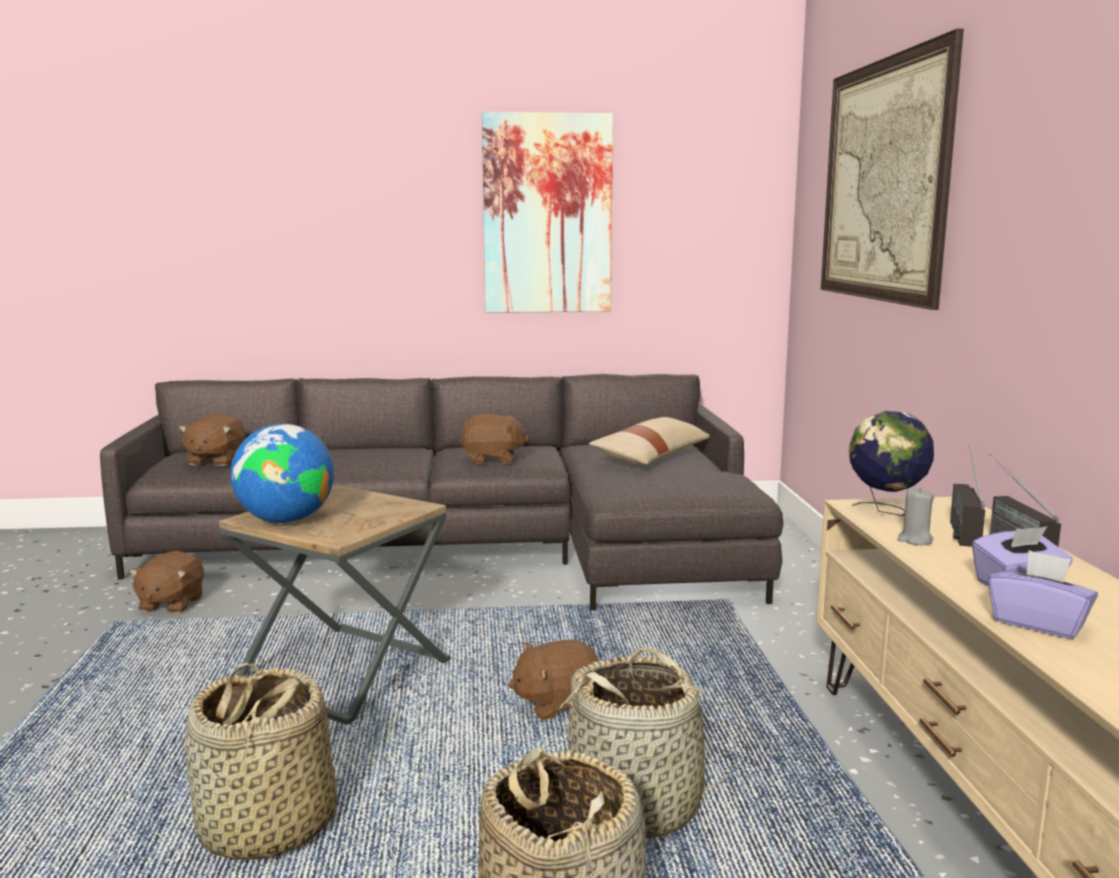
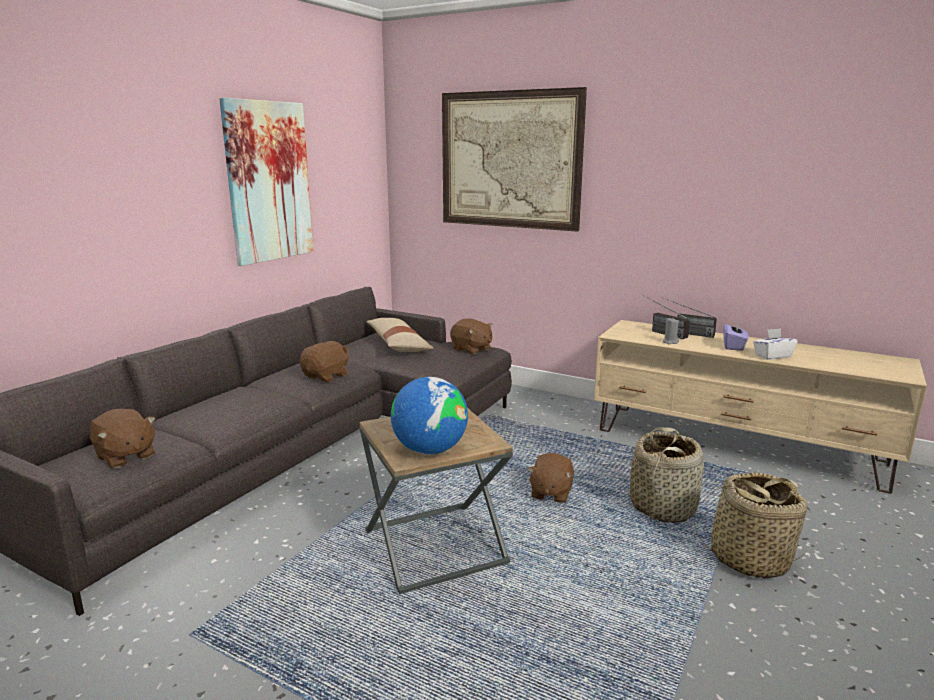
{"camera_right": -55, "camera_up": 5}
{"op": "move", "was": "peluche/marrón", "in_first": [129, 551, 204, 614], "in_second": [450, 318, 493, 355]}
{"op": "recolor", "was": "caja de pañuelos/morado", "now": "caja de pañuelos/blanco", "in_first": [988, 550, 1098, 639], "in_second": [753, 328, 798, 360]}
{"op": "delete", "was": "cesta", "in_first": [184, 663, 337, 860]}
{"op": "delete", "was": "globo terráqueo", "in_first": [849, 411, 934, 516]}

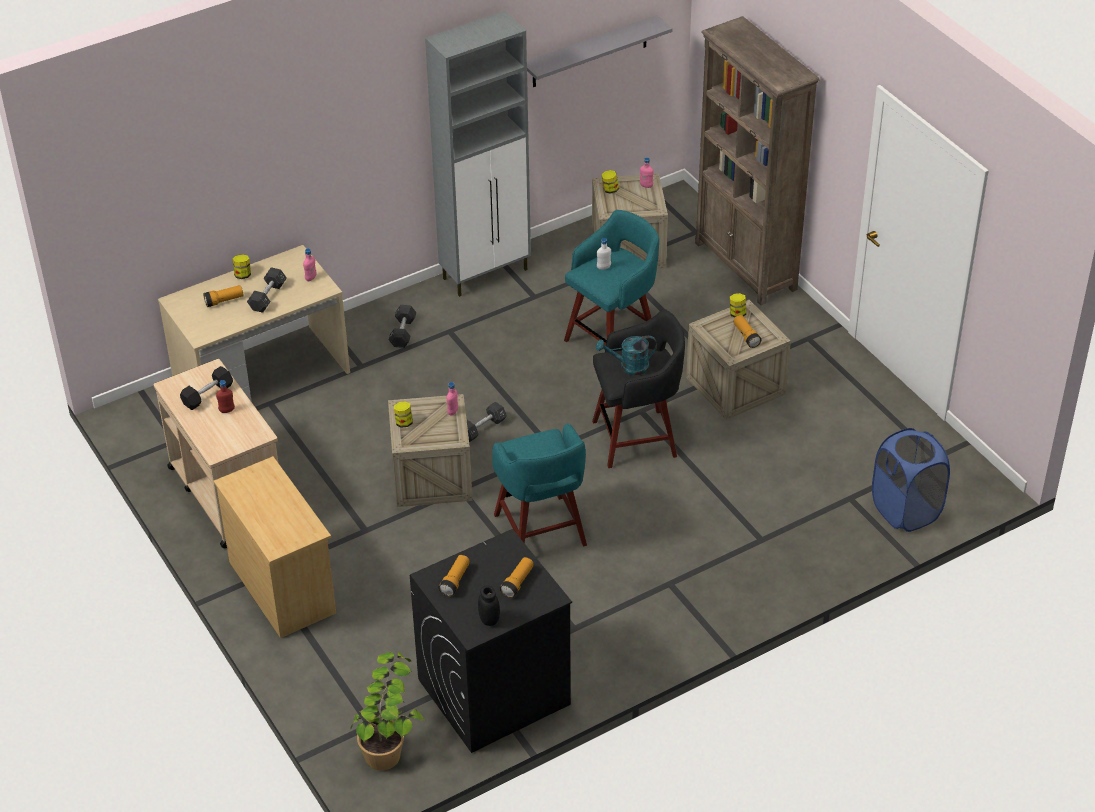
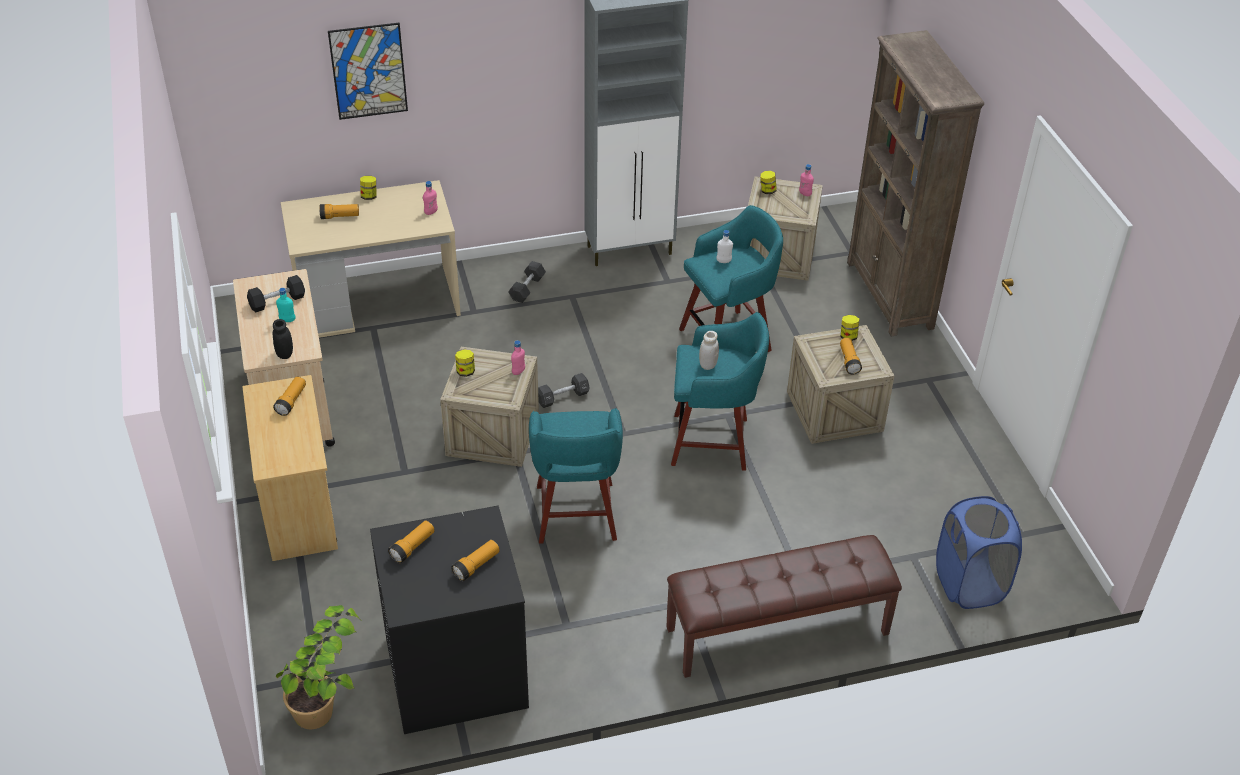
{"camera_right": 15, "camera_up": 0}
{"op": "move", "was": "tarro/negro", "in_first": [478, 585, 500, 626], "in_second": [273, 319, 293, 359]}
{"op": "insert", "now": "linterna", "in_second": [273, 377, 306, 416]}
{"op": "recolor", "was": "botella/rojo", "now": "botella/turquesa", "in_first": [216, 380, 235, 413], "in_second": [276, 288, 295, 322]}
{"op": "insert", "now": "cuadro", "in_second": [328, 23, 408, 120]}
{"op": "insert", "now": "banco/marrón", "in_second": [667, 535, 902, 678]}
{"op": "recolor", "was": "taburete/negro", "now": "taburete/turquesa", "in_first": [592, 309, 685, 468], "in_second": [671, 312, 769, 471]}
{"op": "replace", "was": "regadera/turquesa", "now": "tarro/blanco", "in_first": [596, 336, 657, 375], "in_second": [699, 331, 719, 370]}
{"op": "delete", "was": "mancuerna/negro", "in_first": [247, 267, 287, 313]}
{"op": "delete", "was": "estante/gris", "in_first": [527, 15, 673, 87]}

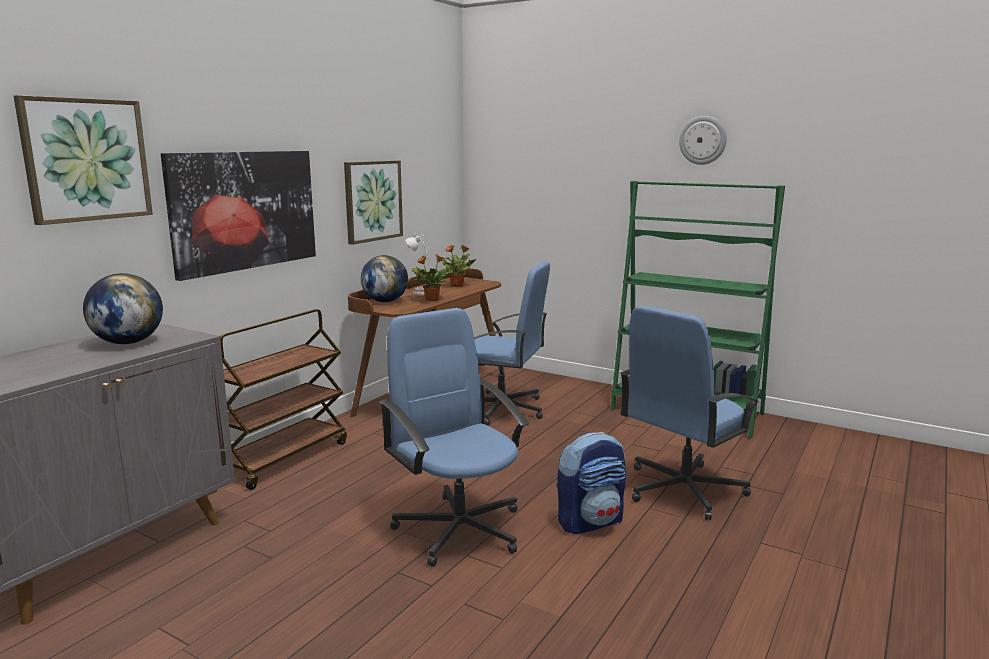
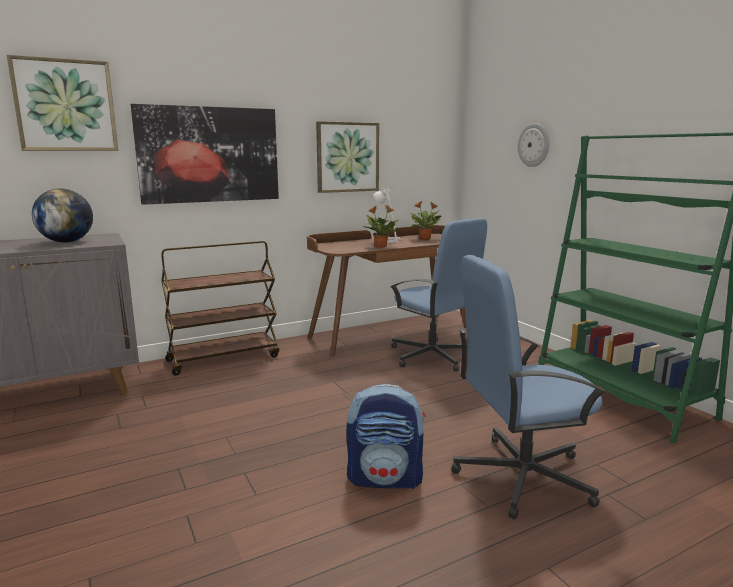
{"camera_right": 30, "camera_up": 0}
{"op": "move", "was": "reloj de pared", "in_first": [679, 116, 727, 165], "in_second": [518, 123, 549, 167]}
{"op": "delete", "was": "globo terráqueo", "in_first": [361, 255, 408, 302]}
{"op": "delete", "was": "silla de oficina/azul", "in_first": [379, 308, 529, 567]}

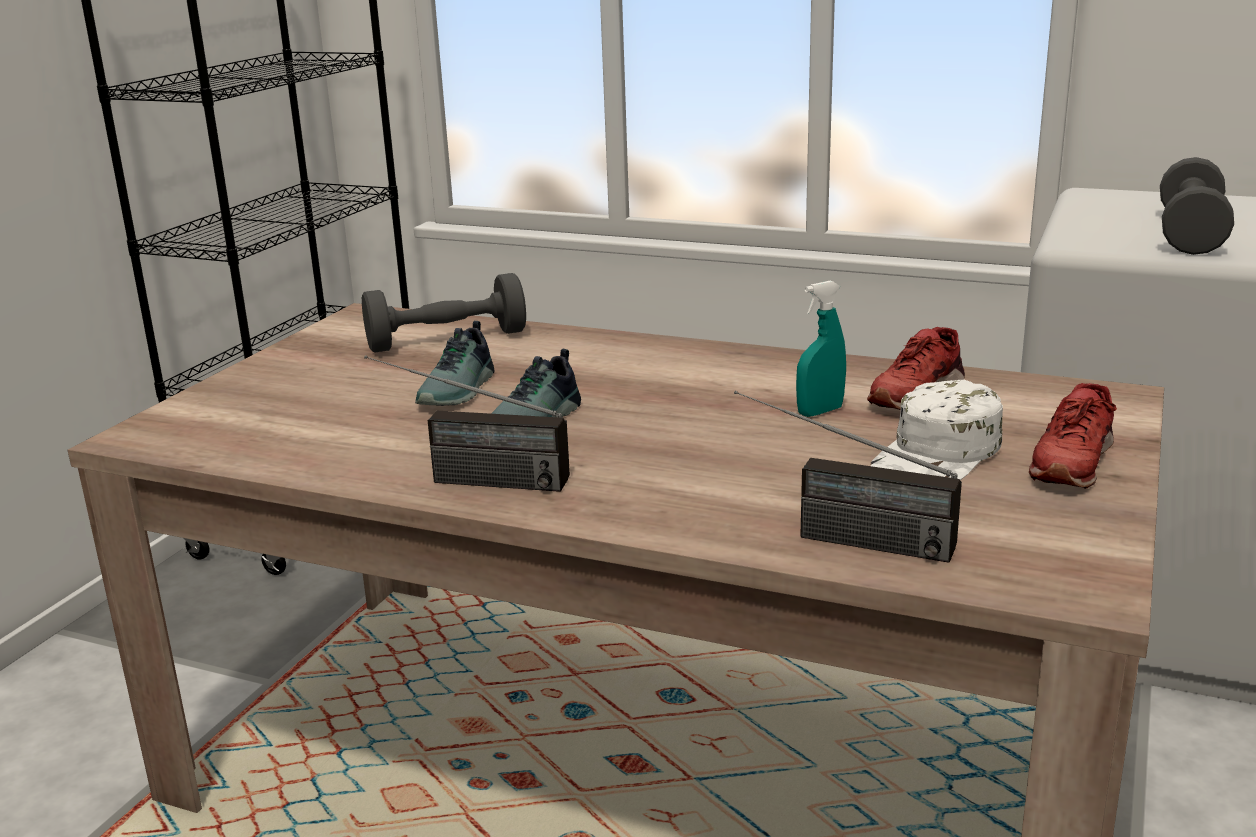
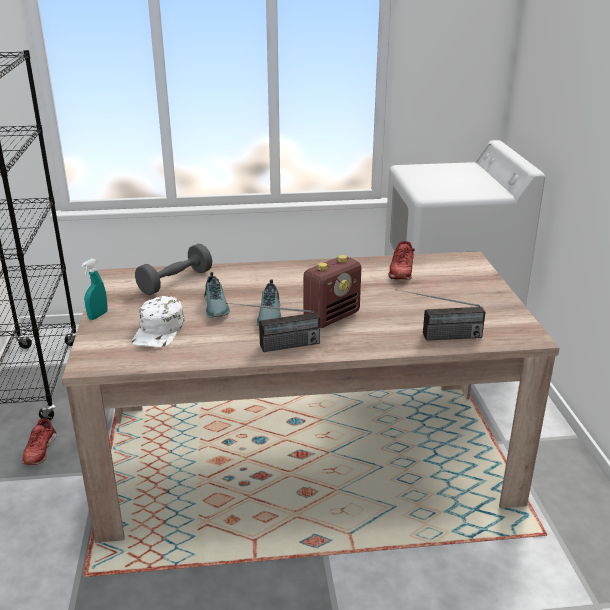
{"camera_right": -30, "camera_up": 5}
{"op": "move", "was": "zapato/rojo", "in_first": [1029, 383, 1117, 489], "in_second": [22, 418, 57, 465]}
{"op": "move", "was": "pulverizador/turquesa", "in_first": [796, 281, 846, 417], "in_second": [82, 259, 108, 320]}
{"op": "move", "was": "gorra/blanco", "in_first": [871, 380, 1003, 480], "in_second": [132, 296, 184, 347]}
{"op": "insert", "now": "radio", "in_second": [303, 255, 361, 328]}
{"op": "delete", "was": "mancuerna/gris", "in_first": [1160, 157, 1234, 255]}

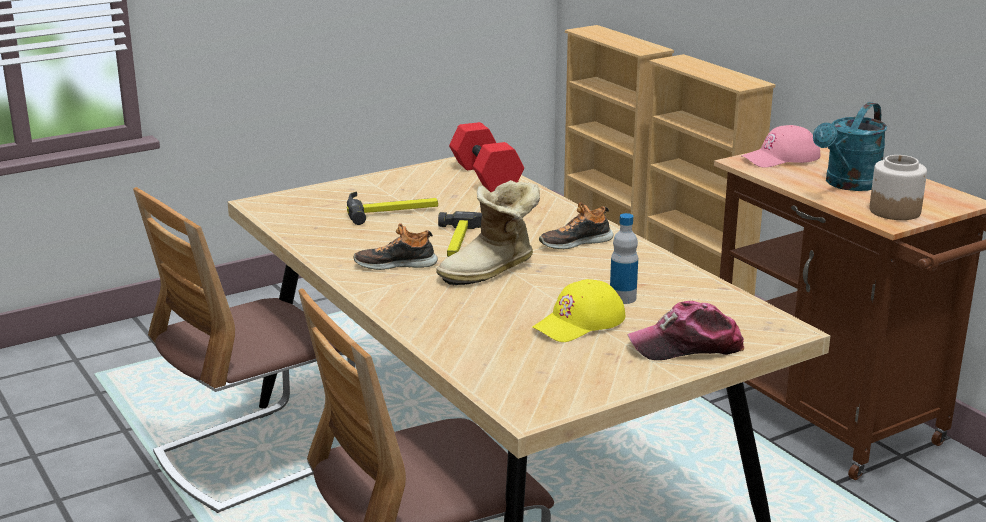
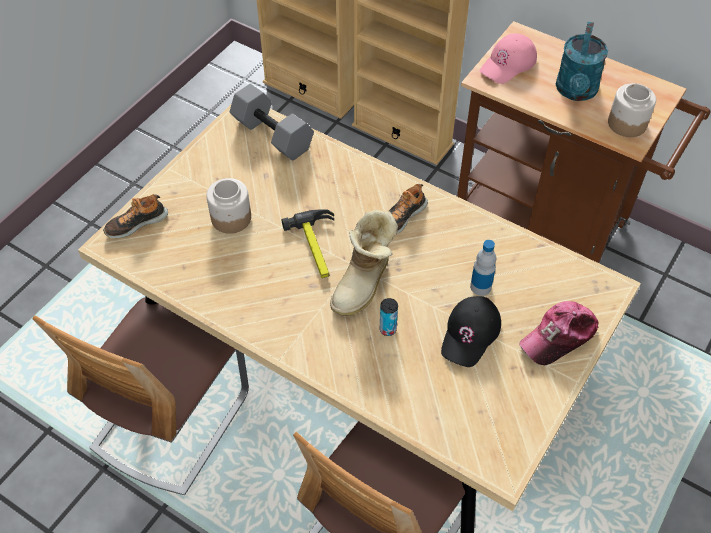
{"camera_right": -25, "camera_up": 30}
{"op": "move", "was": "zapato", "in_first": [354, 223, 438, 270], "in_second": [103, 194, 168, 238]}
{"op": "replace", "was": "martillo", "now": "tarro", "in_first": [347, 191, 438, 225], "in_second": [206, 178, 251, 234]}
{"op": "recolor", "was": "mancuerna/rojo", "now": "mancuerna/gris", "in_first": [449, 122, 524, 193], "in_second": [230, 84, 314, 161]}
{"op": "insert", "now": "lata", "in_second": [380, 298, 398, 336]}
{"op": "recolor", "was": "gorra/amarillo", "now": "gorra/negro", "in_first": [532, 279, 625, 342], "in_second": [441, 296, 501, 367]}

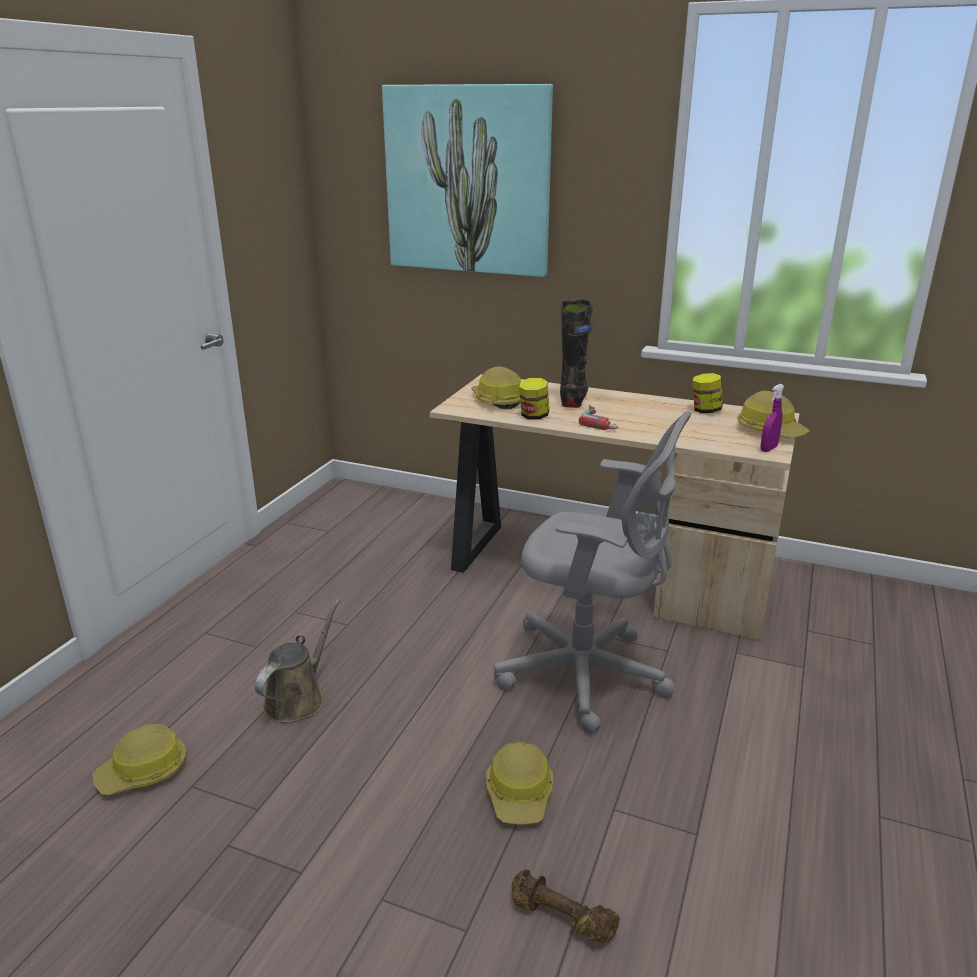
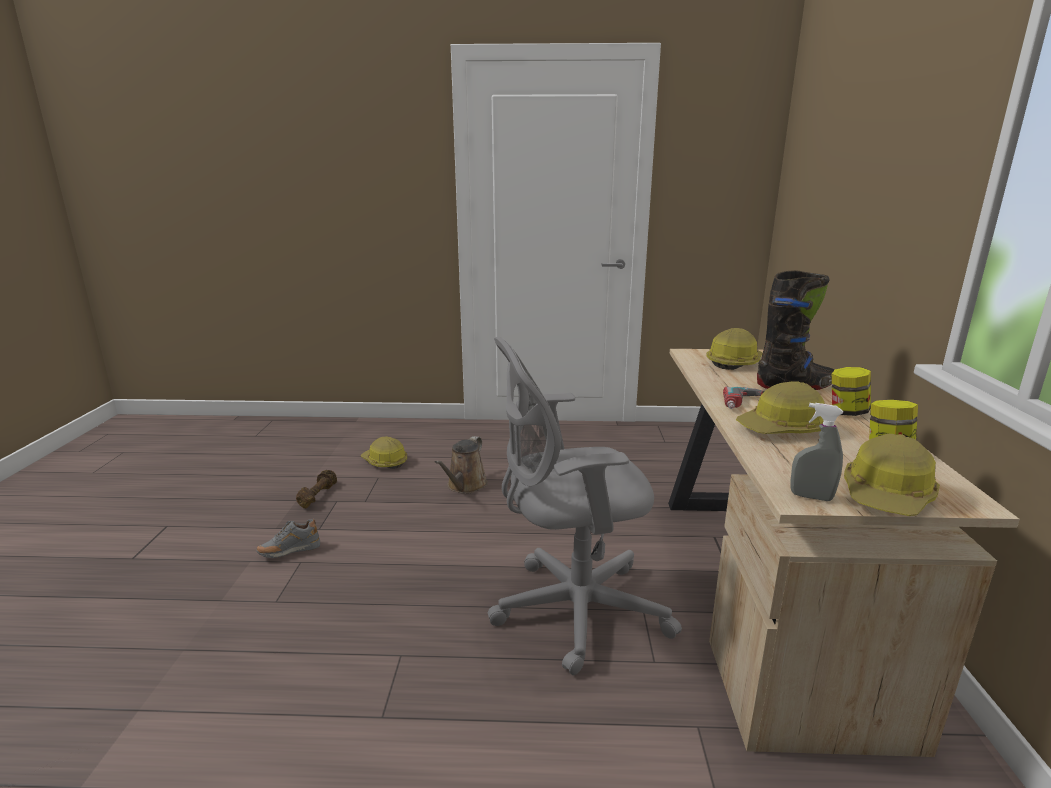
{"camera_right": 70, "camera_up": -5}
{"op": "insert", "now": "zapato/gris", "in_second": [256, 518, 320, 558]}
{"op": "move", "was": "mancuerna/marrón", "in_first": [512, 869, 620, 943], "in_second": [296, 470, 337, 508]}
{"op": "rotate", "was": "regadera/marrón", "in_first": [255, 599, 340, 723], "in_second": [435, 436, 488, 494], "clockwise": 105}
{"op": "rotate", "was": "silla de oficina/gris", "in_first": [494, 411, 692, 734], "in_second": [488, 336, 682, 675], "clockwise": 75}
{"op": "move", "was": "casco", "in_first": [486, 742, 553, 825], "in_second": [736, 381, 825, 434]}
{"op": "recolor", "was": "pulverizador/morado", "now": "pulverizador/gris", "in_first": [761, 384, 784, 452], "in_second": [790, 403, 843, 501]}
{"op": "move", "was": "tarro", "in_first": [519, 378, 549, 420], "in_second": [832, 367, 871, 416]}
{"op": "delete", "was": "cuadro", "in_first": [382, 84, 553, 277]}

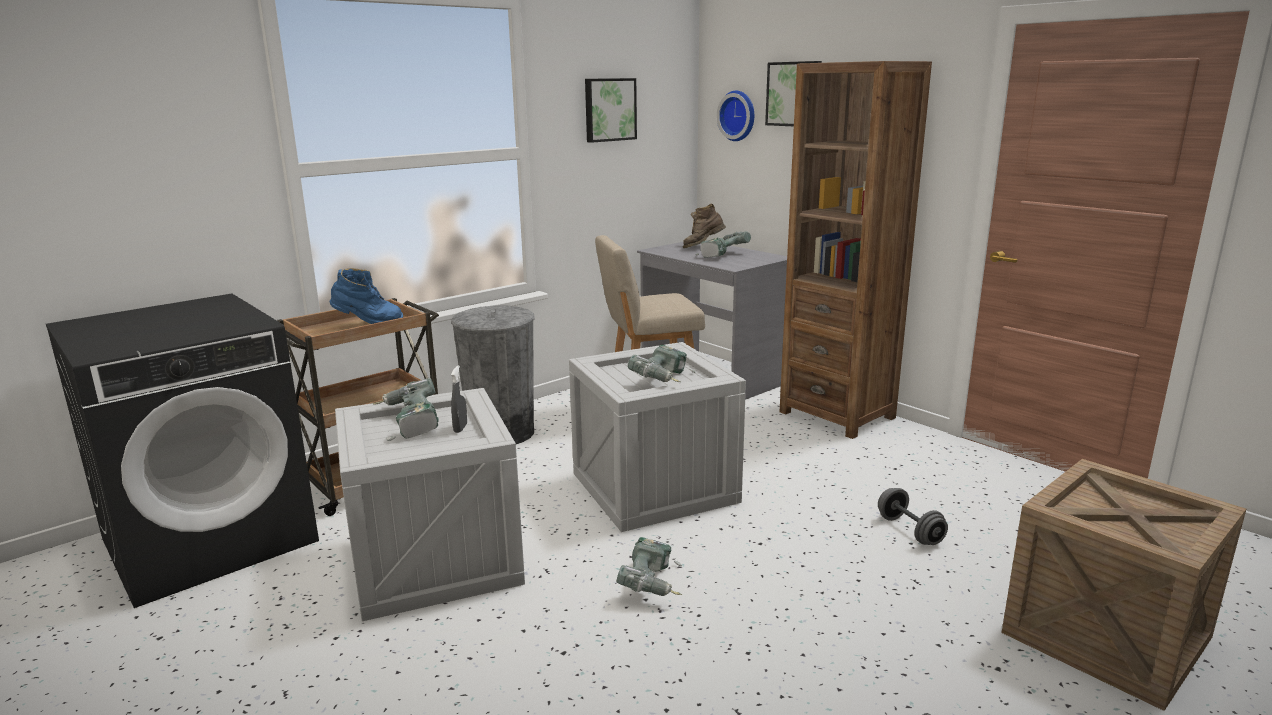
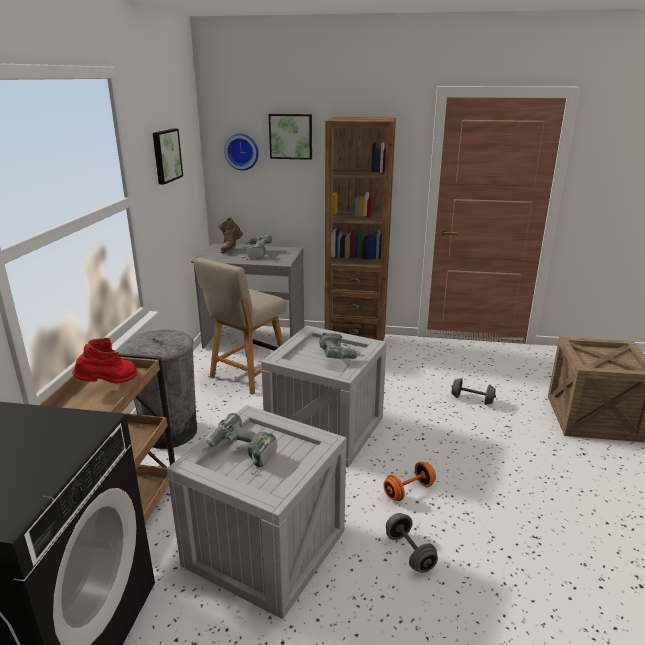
{"camera_right": -40, "camera_up": 5}
{"op": "recolor", "was": "bota/azul", "now": "bota/rojo", "in_first": [330, 268, 403, 324], "in_second": [72, 338, 137, 384]}
{"op": "replace", "was": "taladro", "now": "mancuerna/naranja", "in_first": [616, 537, 682, 596], "in_second": [383, 462, 436, 501]}
{"op": "insert", "now": "mancuerna/gris", "in_second": [386, 513, 438, 573]}
{"op": "delete", "was": "pulverizador/gris", "in_first": [451, 365, 467, 433]}

